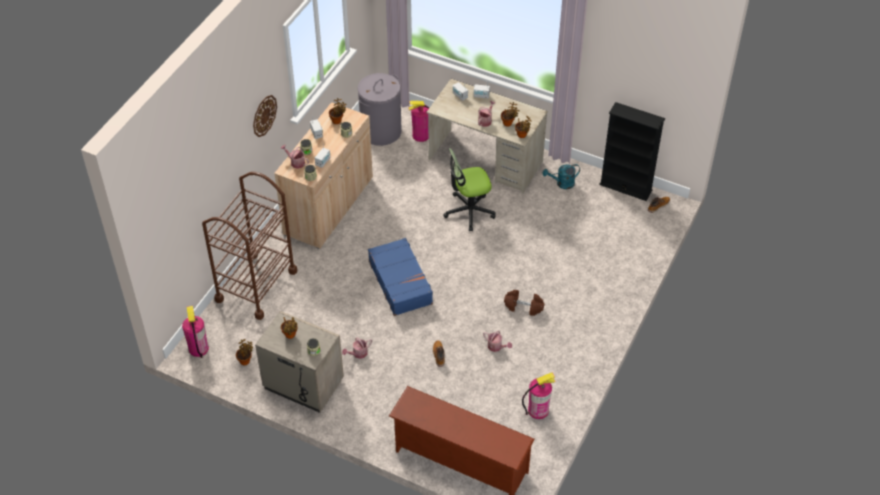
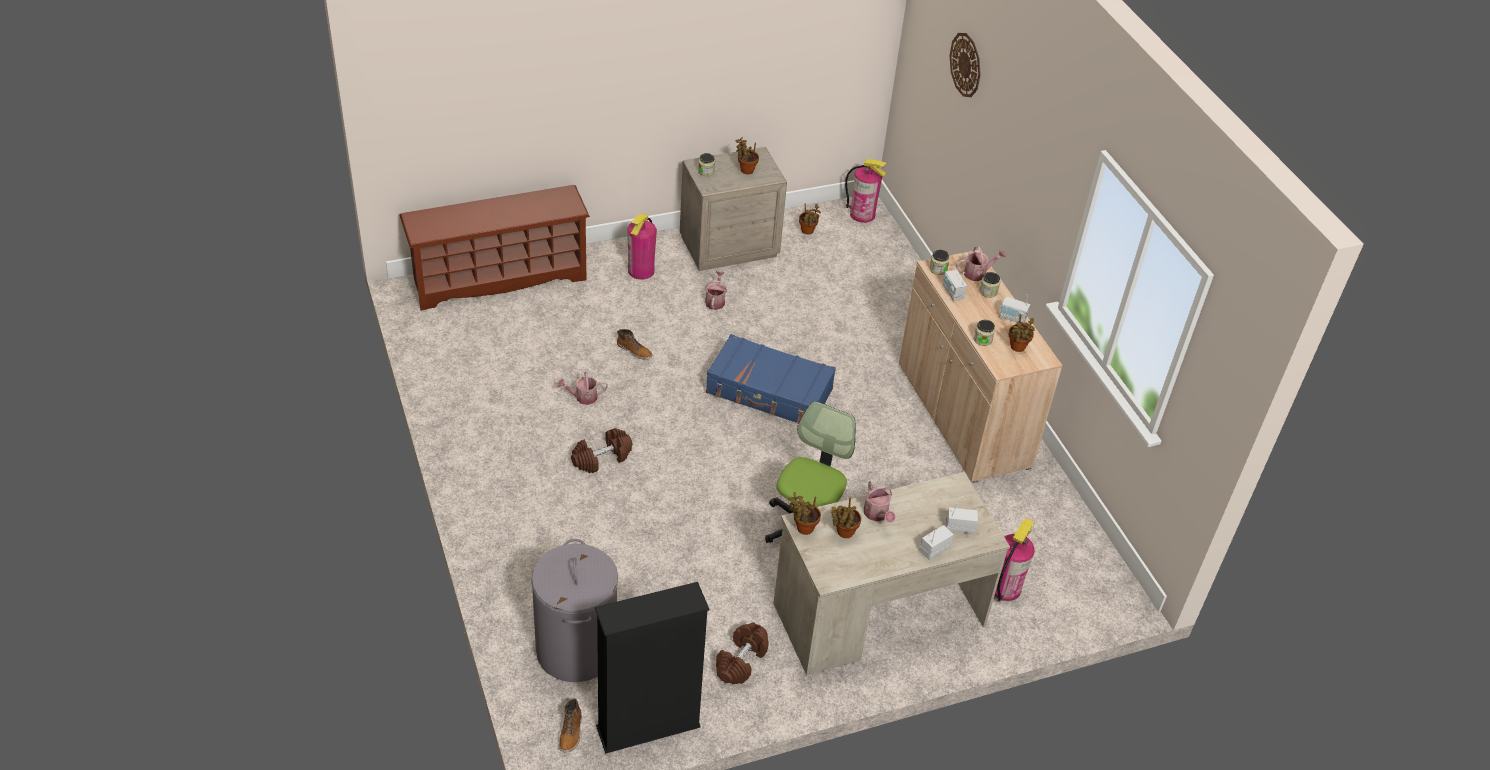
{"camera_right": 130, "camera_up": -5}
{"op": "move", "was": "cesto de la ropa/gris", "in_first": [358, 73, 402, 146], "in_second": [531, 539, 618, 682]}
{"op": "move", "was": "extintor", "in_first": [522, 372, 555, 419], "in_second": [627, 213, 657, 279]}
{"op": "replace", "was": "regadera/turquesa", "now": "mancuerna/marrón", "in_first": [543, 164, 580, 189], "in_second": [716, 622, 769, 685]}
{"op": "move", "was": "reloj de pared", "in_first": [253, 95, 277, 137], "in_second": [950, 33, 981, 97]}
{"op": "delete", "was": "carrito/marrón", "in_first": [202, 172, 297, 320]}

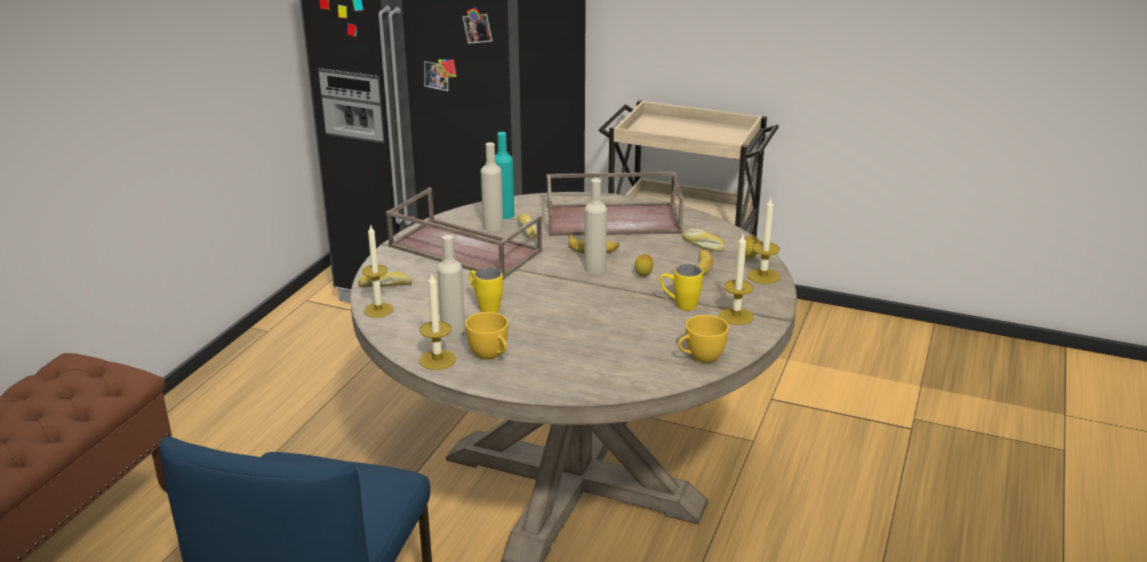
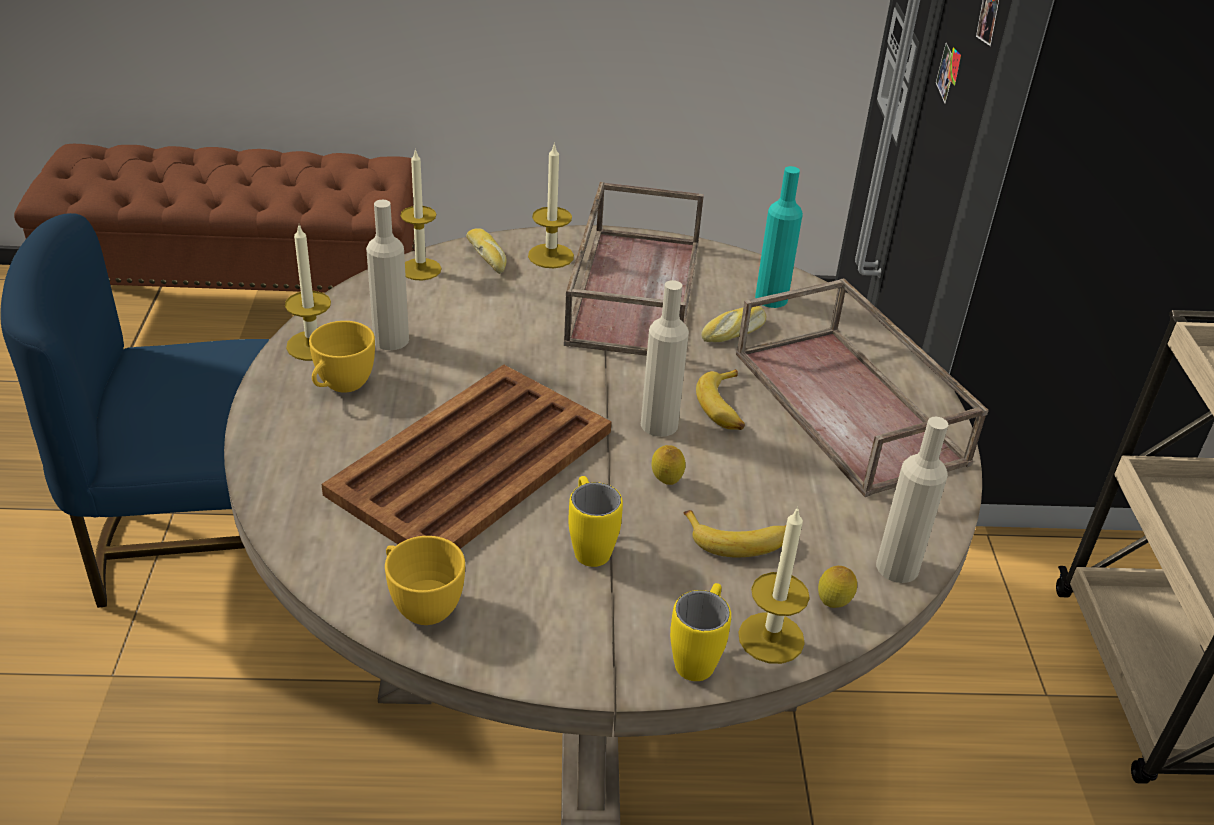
{"camera_right": 65, "camera_up": 10}
{"op": "insert", "now": "bandeja/marrón", "in_second": [321, 364, 611, 549]}
{"op": "move", "was": "vela", "in_first": [719, 235, 754, 325], "in_second": [528, 142, 574, 268]}
{"op": "move", "was": "taza grande/amarillo", "in_first": [469, 267, 503, 313], "in_second": [670, 583, 731, 681]}
{"op": "move", "was": "botella/beis", "in_first": [481, 142, 503, 232], "in_second": [876, 417, 948, 583]}
{"op": "delete", "was": "pan", "in_first": [682, 228, 725, 252]}

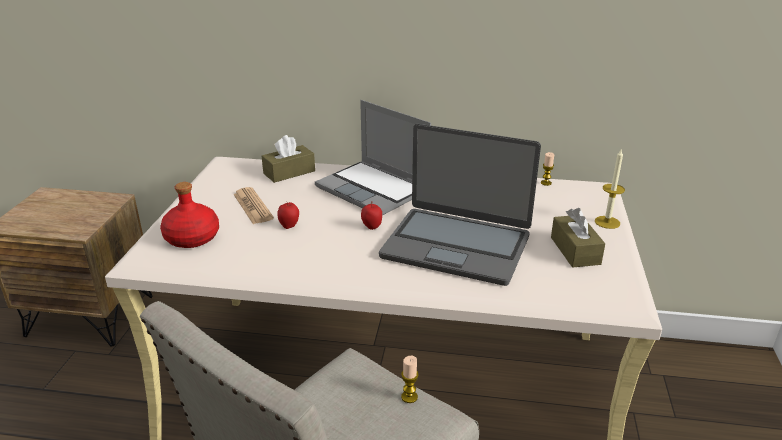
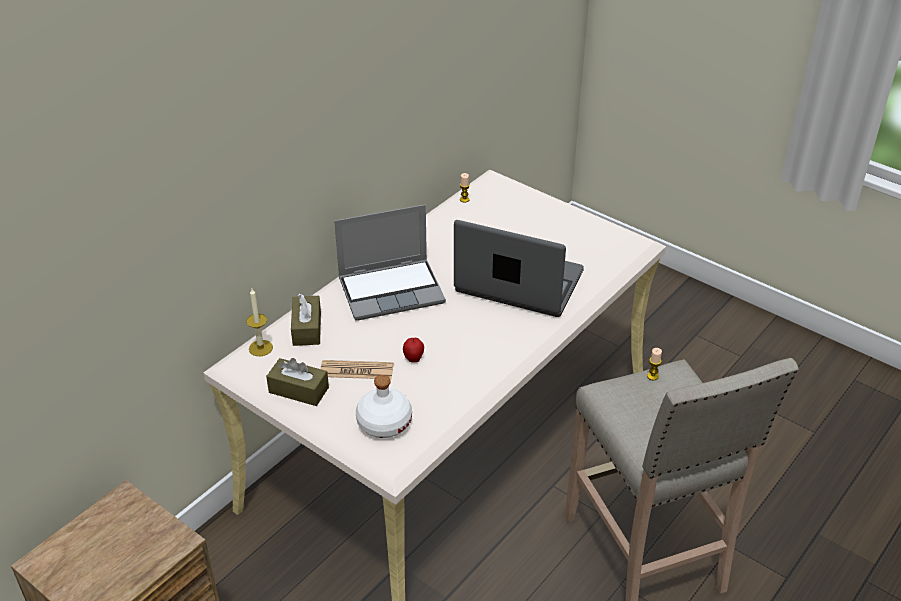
{"camera_right": -60, "camera_up": 10}
{"op": "move", "was": "vela", "in_first": [595, 148, 625, 229], "in_second": [246, 289, 273, 356]}
{"op": "move", "was": "caja de pañuelos/marrón", "in_first": [551, 208, 605, 268], "in_second": [266, 358, 329, 406]}
{"op": "recolor", "was": "botella/rojo", "now": "botella/blanco", "in_first": [160, 182, 219, 248], "in_second": [356, 375, 412, 438]}
{"op": "rotate", "was": "portátil", "in_first": [379, 124, 541, 286], "in_second": [454, 220, 584, 317], "clockwise": -120}
{"op": "delete", "was": "manzana", "in_first": [361, 202, 382, 230]}

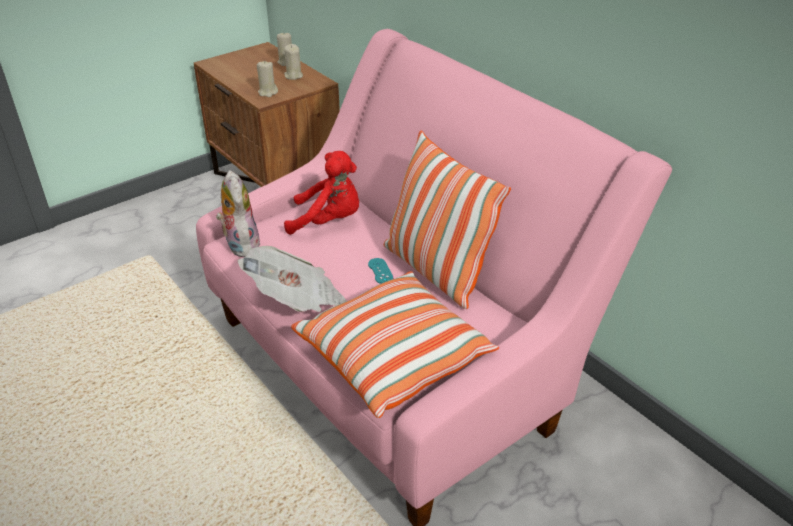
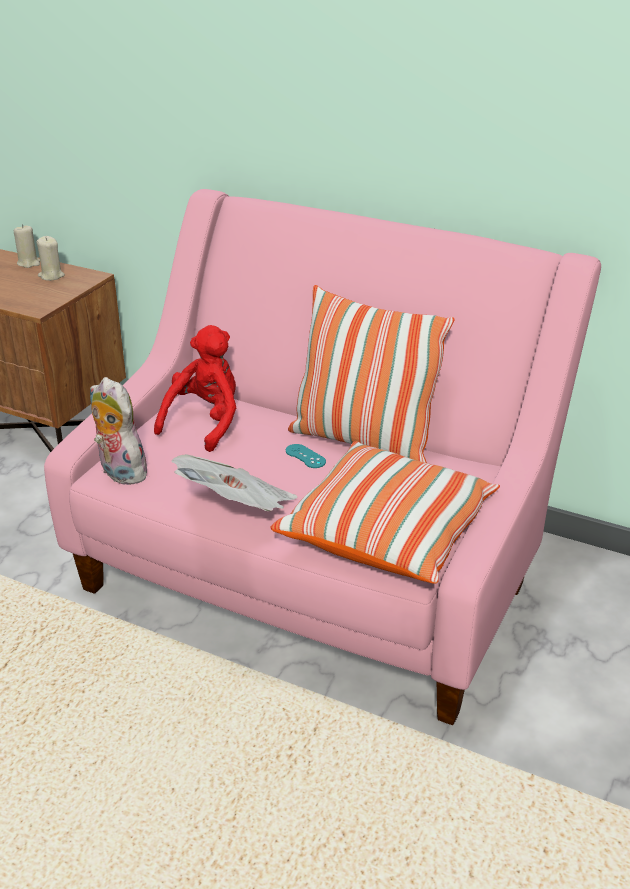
{"camera_right": -25, "camera_up": -5}
{"op": "rotate", "was": "peluche/rojo", "in_first": [284, 151, 359, 235], "in_second": [154, 325, 236, 452], "clockwise": -45}
{"op": "delete", "was": "vela/beis", "in_first": [257, 60, 278, 97]}

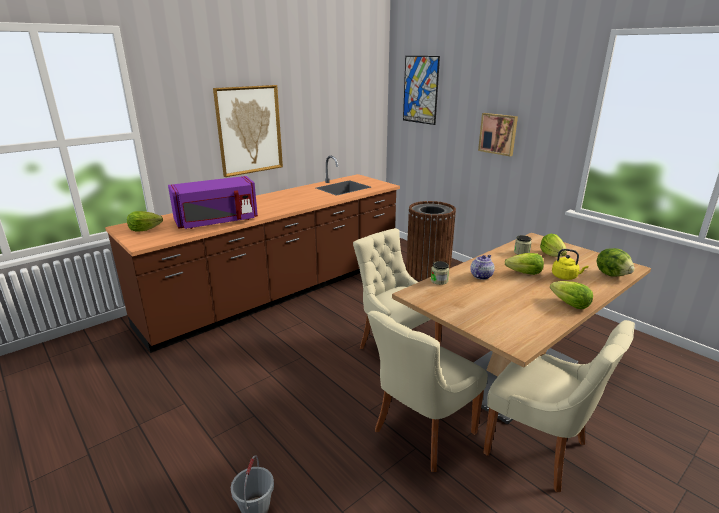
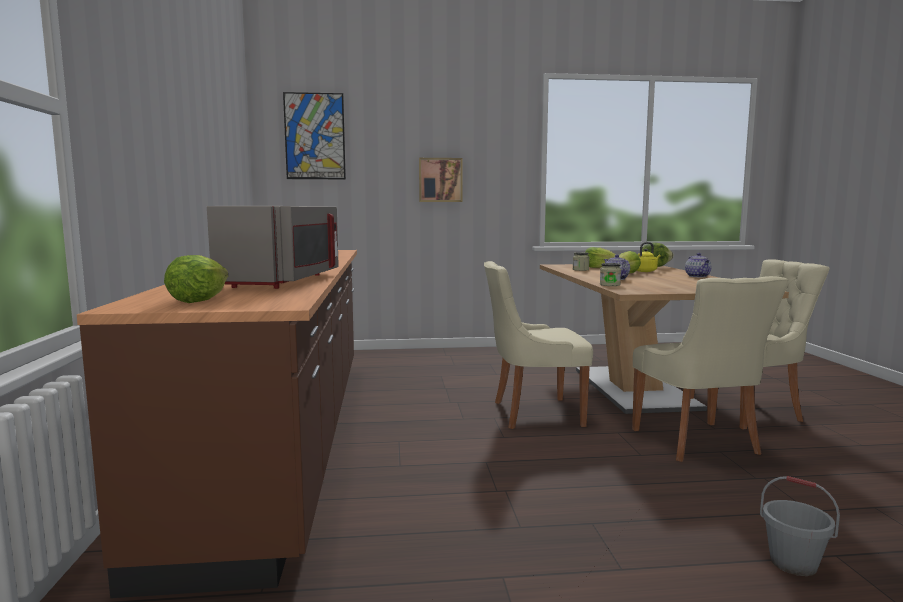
{"camera_right": -55, "camera_up": -15}
{"op": "recolor", "was": "microondas/morado", "now": "microondas/gris", "in_first": [168, 176, 258, 229], "in_second": [207, 206, 339, 289]}
{"op": "replace", "was": "lechuga", "now": "tetera", "in_first": [550, 281, 593, 309], "in_second": [685, 253, 711, 278]}
{"op": "delete", "was": "cuadro", "in_first": [213, 85, 283, 177]}
{"op": "delete", "was": "papelera/marrón", "in_first": [406, 201, 456, 280]}

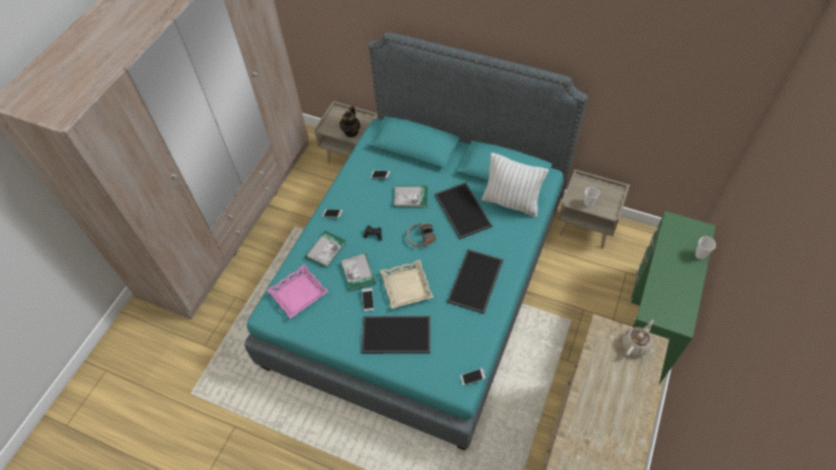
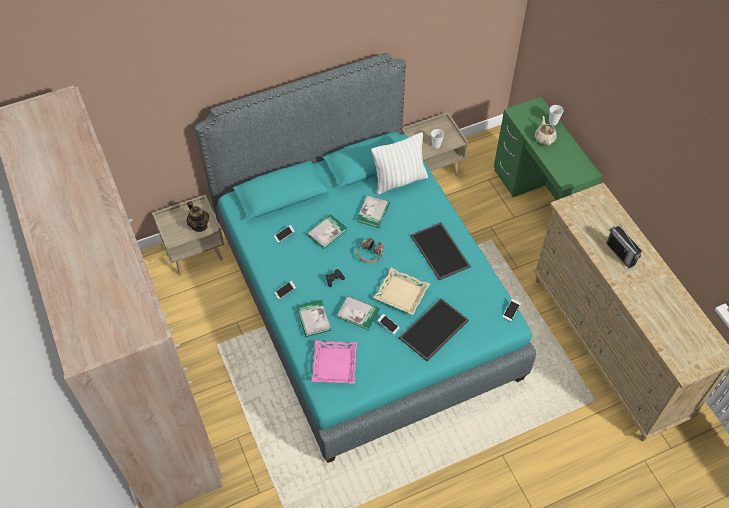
{"camera_right": -50, "camera_up": 0}
{"op": "replace", "was": "bandeja", "now": "libro", "in_first": [434, 182, 492, 239], "in_second": [356, 195, 390, 228]}
{"op": "move", "was": "tetera/beis", "in_first": [622, 320, 654, 357], "in_second": [535, 116, 557, 146]}
{"op": "insert", "now": "radio", "in_second": [606, 226, 642, 268]}

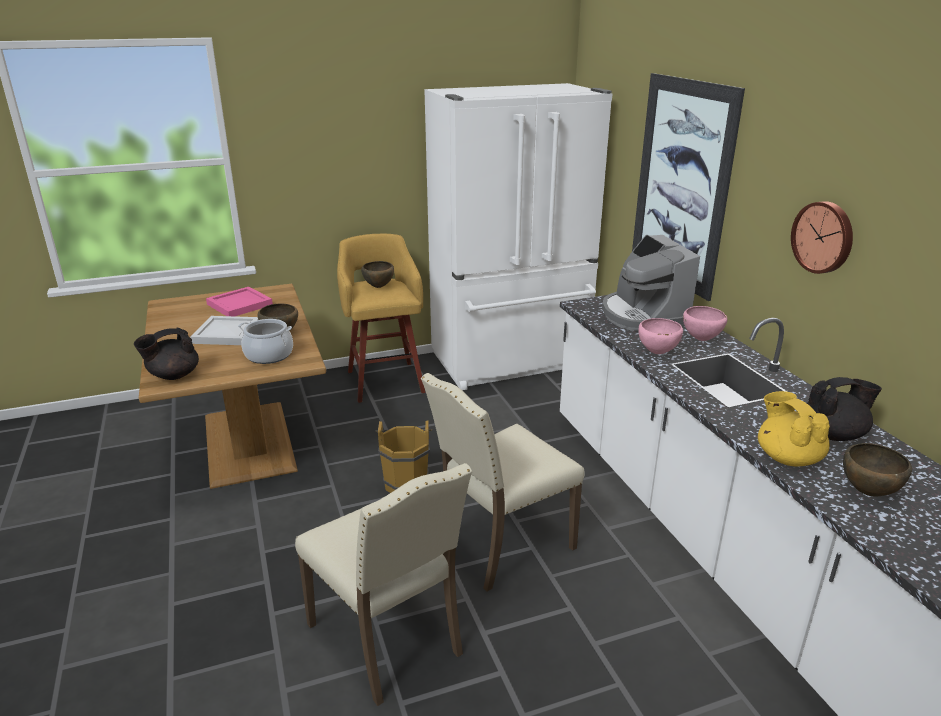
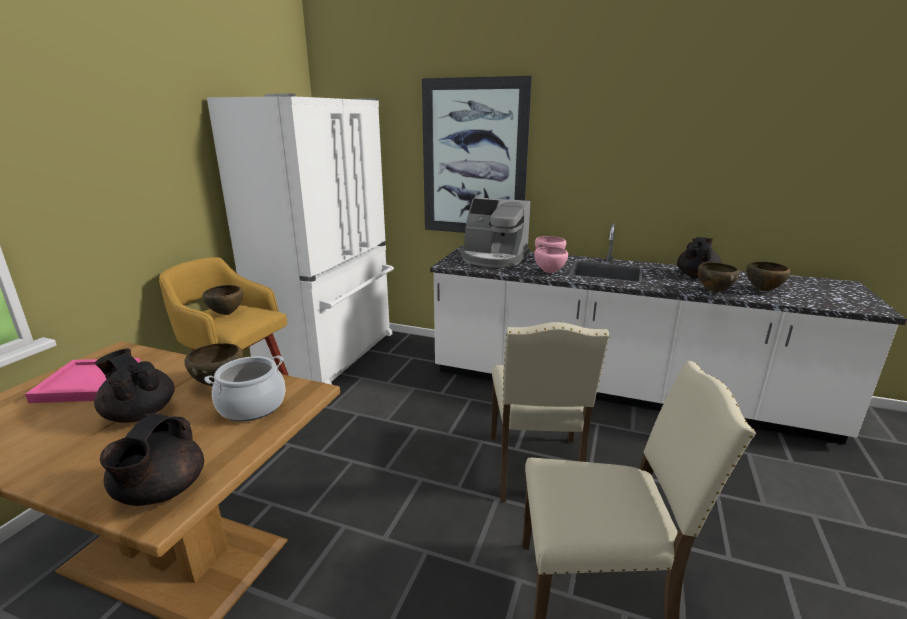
{"camera_right": -50, "camera_up": -5}
{"op": "replace", "was": "bandeja/blanco", "now": "tetera/negro", "in_first": [190, 316, 258, 345], "in_second": [94, 348, 175, 423]}
{"op": "replace", "was": "tetera/amarillo", "now": "cuenco/marrón", "in_first": [758, 391, 830, 466], "in_second": [698, 263, 740, 292]}
{"op": "delete", "was": "cubo/marrón", "in_first": [376, 420, 432, 493]}
{"op": "delete", "was": "reloj de pared", "in_first": [791, 201, 853, 274]}

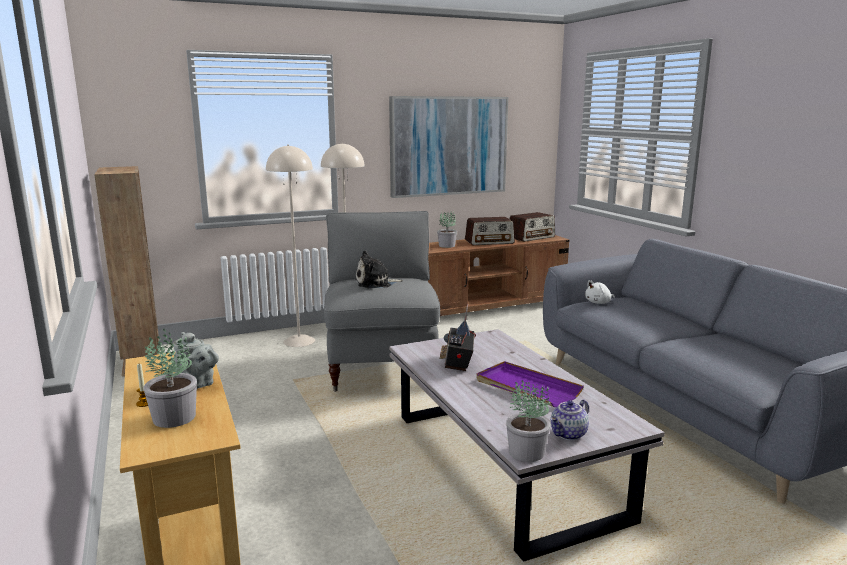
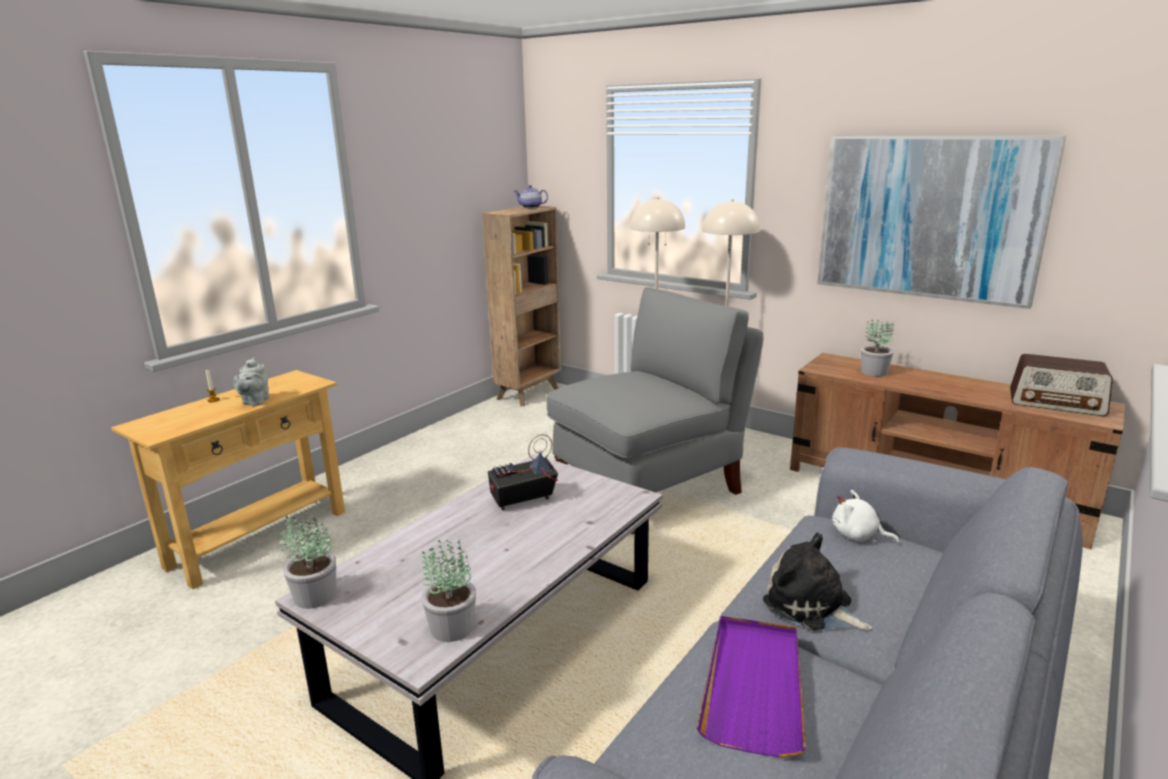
{"camera_right": 60, "camera_up": 5}
{"op": "move", "was": "planta en maceta", "in_first": [143, 329, 197, 428], "in_second": [421, 537, 476, 642]}
{"op": "move", "was": "tetera", "in_first": [550, 399, 589, 441], "in_second": [514, 185, 548, 208]}
{"op": "move", "was": "bandeja/morado", "in_first": [476, 361, 584, 407], "in_second": [697, 616, 806, 757]}
{"op": "move", "was": "peluche", "in_first": [355, 250, 403, 288], "in_second": [763, 533, 872, 630]}
{"op": "delete", "was": "radio", "in_first": [465, 217, 515, 245]}

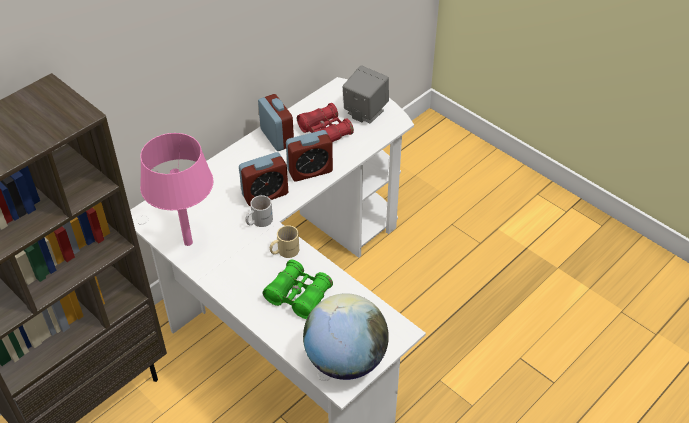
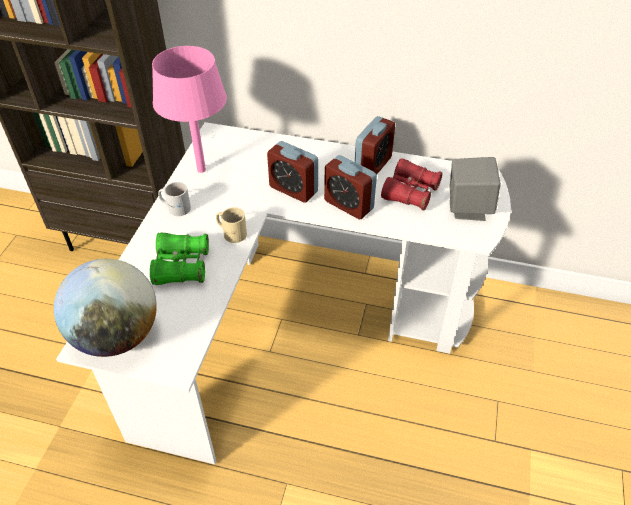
{"camera_right": 60, "camera_up": 0}
{"op": "move", "was": "taza grande/blanco", "in_first": [245, 195, 273, 227], "in_second": [158, 182, 191, 216]}

